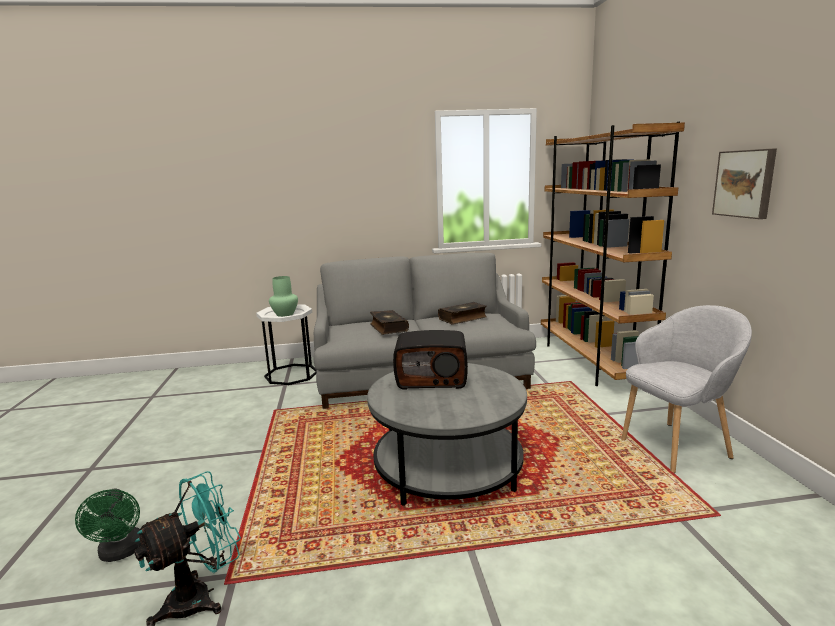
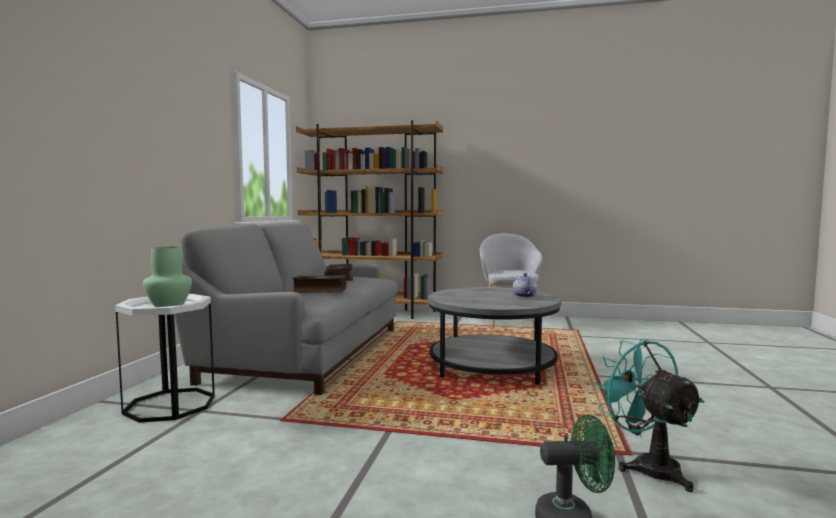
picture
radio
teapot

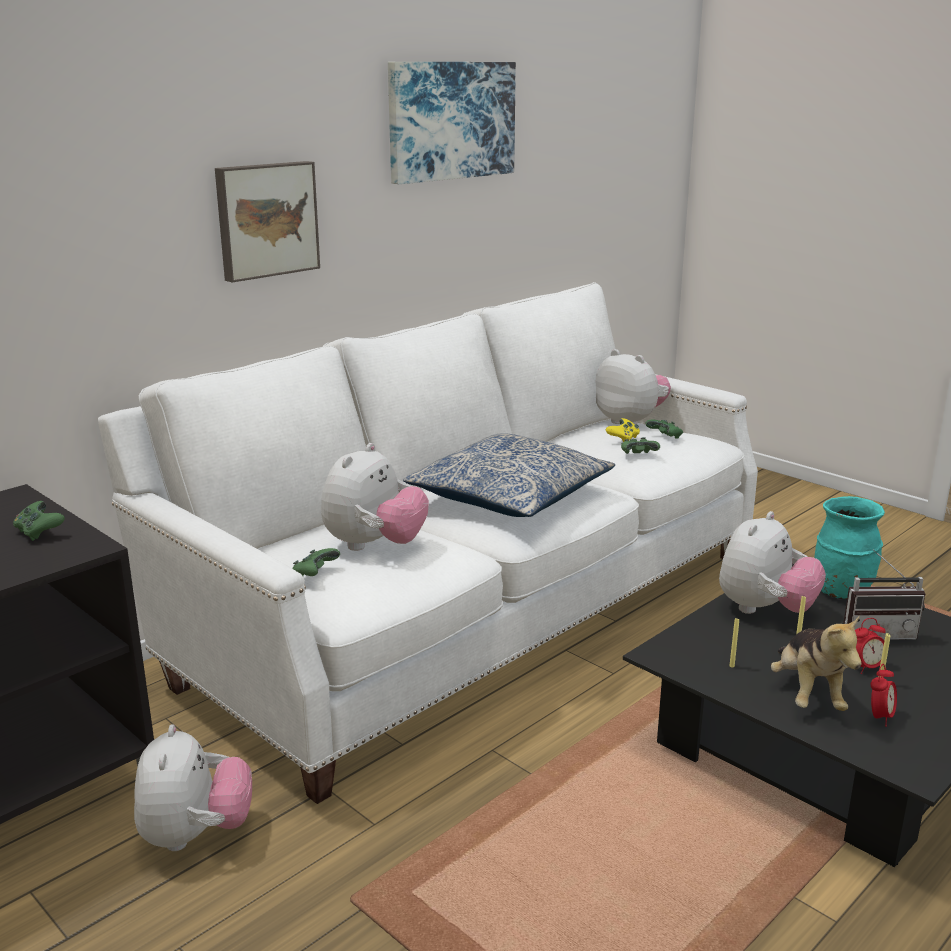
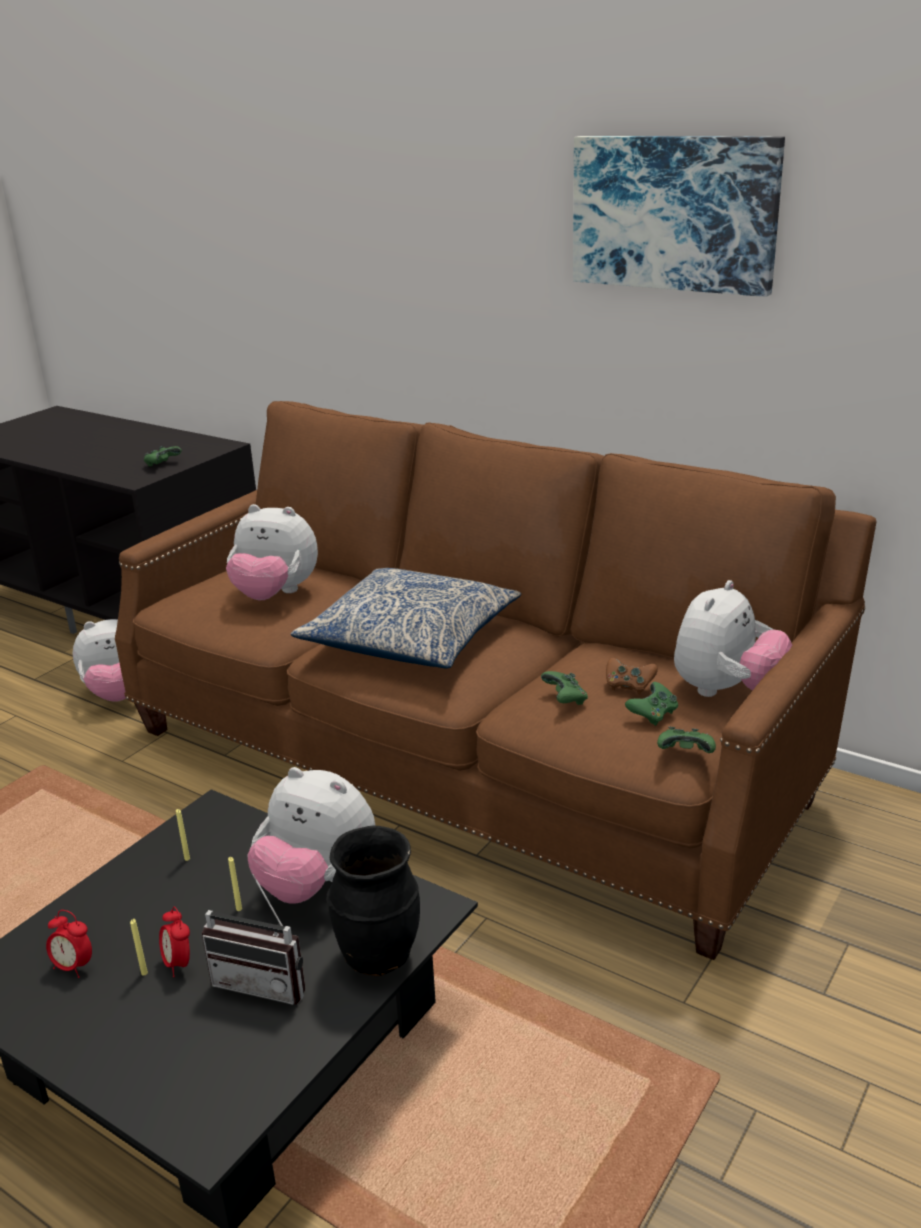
picture (no. 1 from left in the first image)
brown sofa
brown game controller
black vase
green game controller (no. 4 from left)
radio
plush toy (no. 5 from left in the first image)

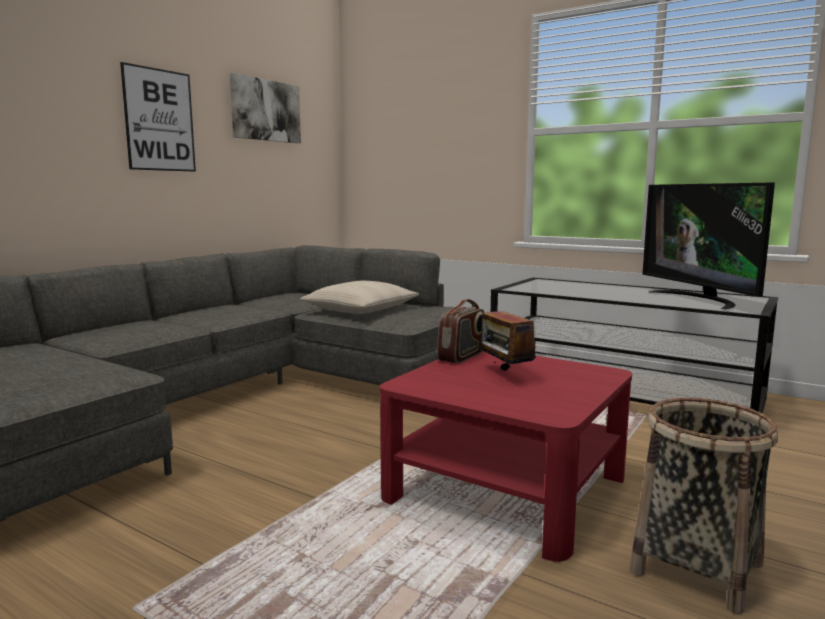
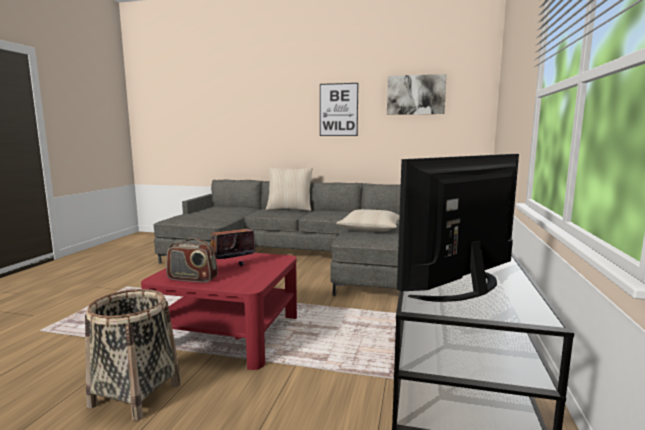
radio (no. 1 from left)
beige pillow (no. 1 from left)

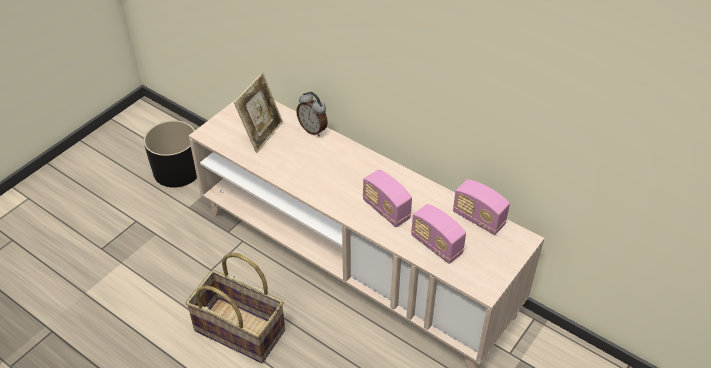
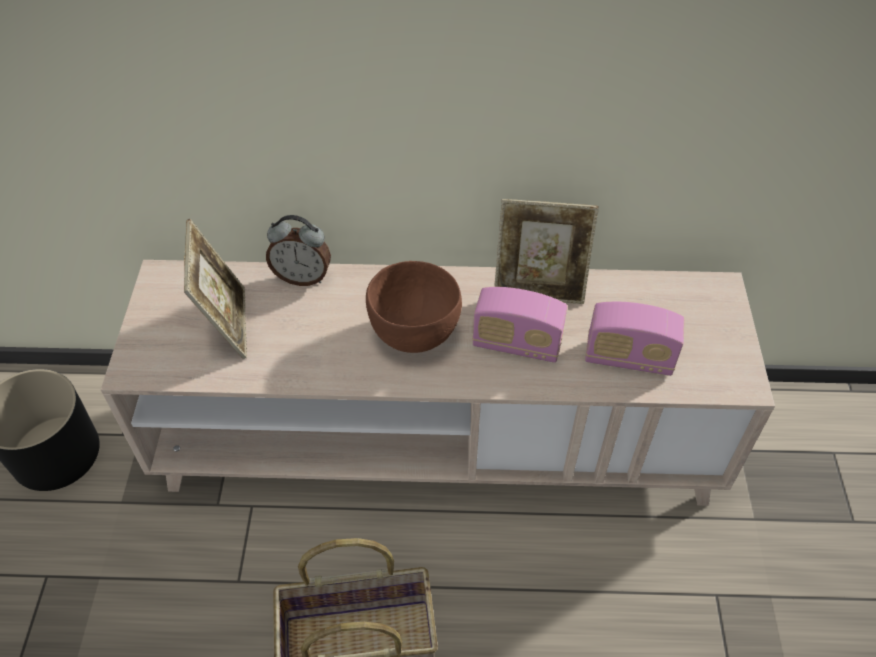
radio (no. 3 from left in the first image)
picture frame (no. 2 from left)
brown bowl

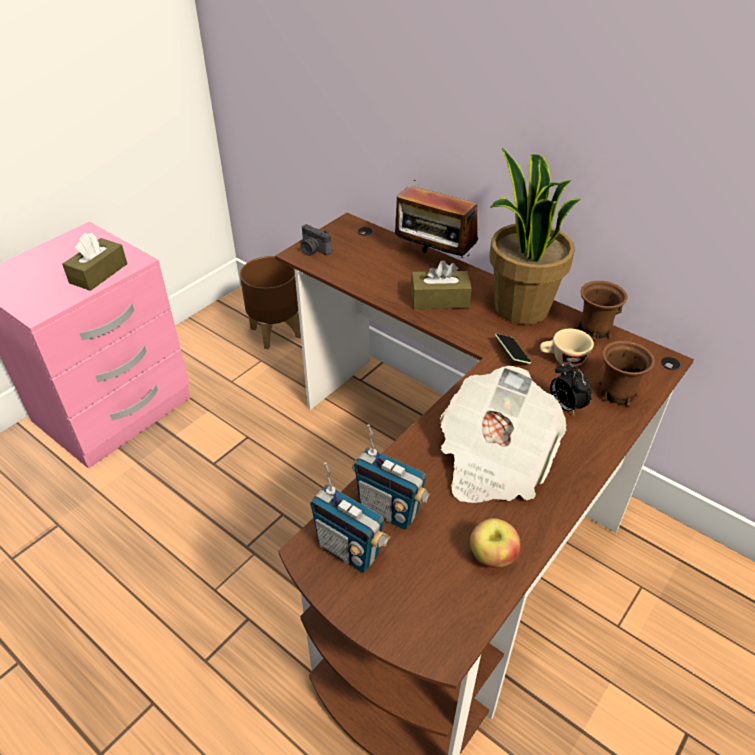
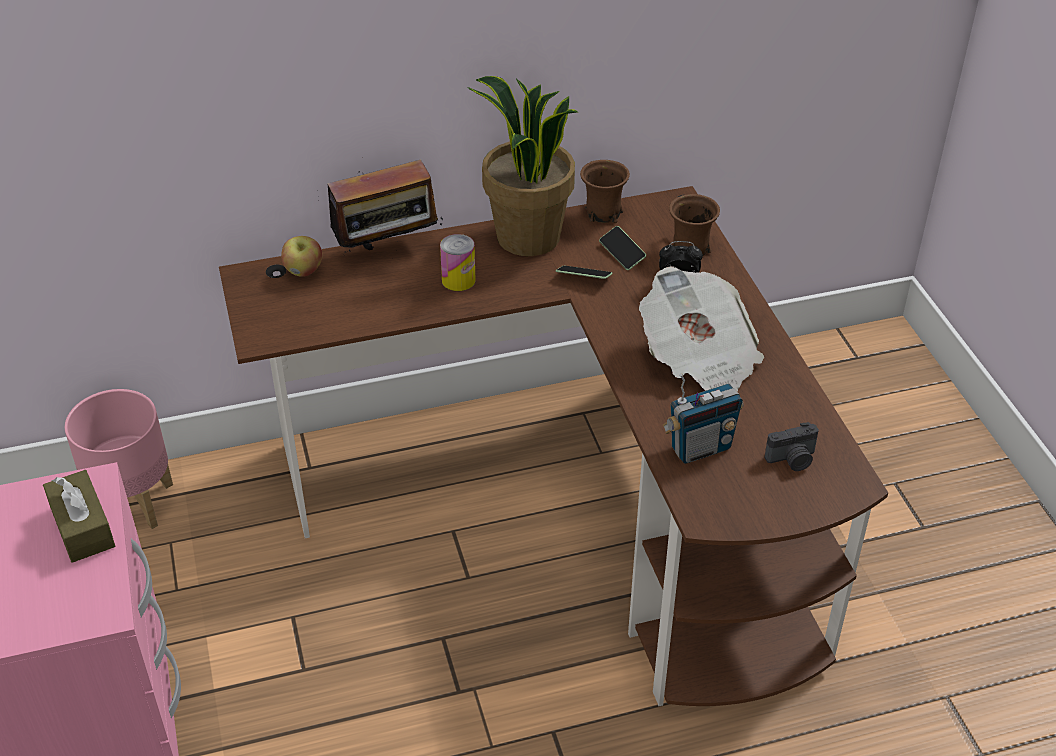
photo camera
pink planter
can
phone (no. 2 from left)
radio (no. 1 from left in the first image)
apple

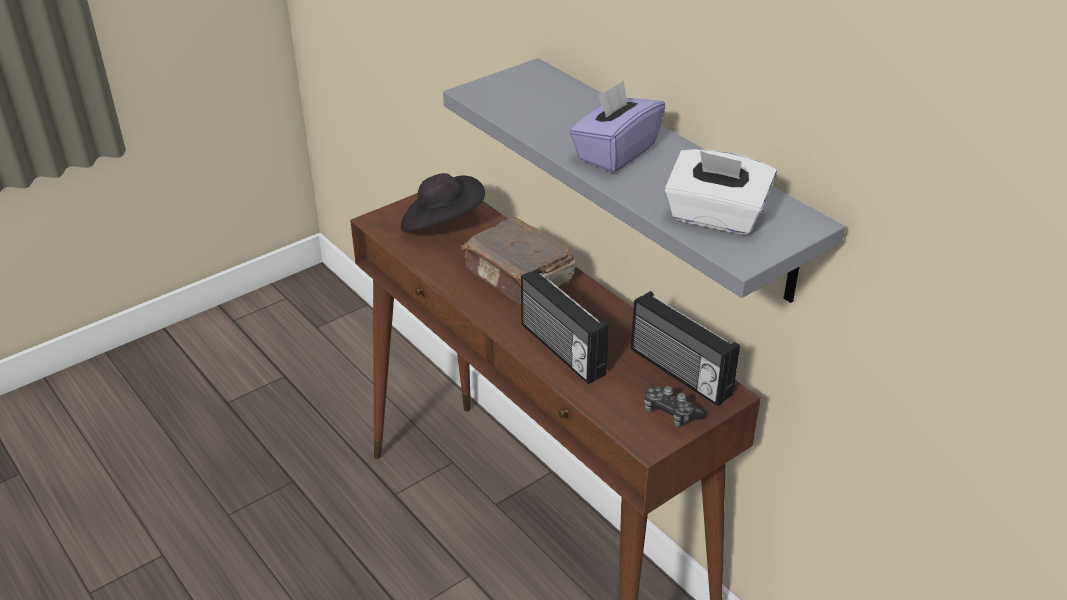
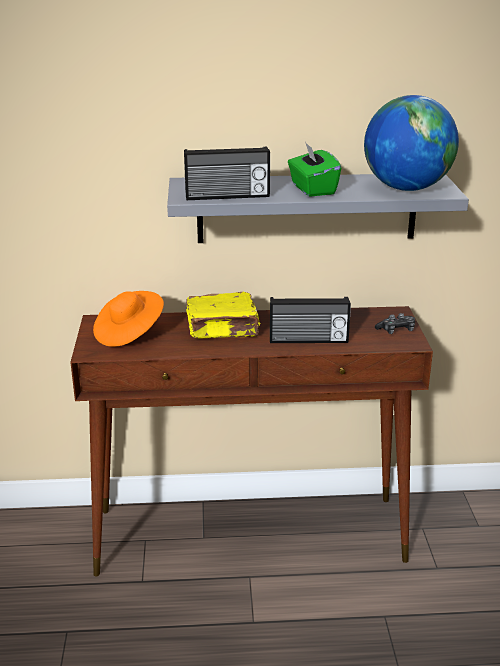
green tissue box
globe
orange hat
yellow book
radio (no. 1 from left)

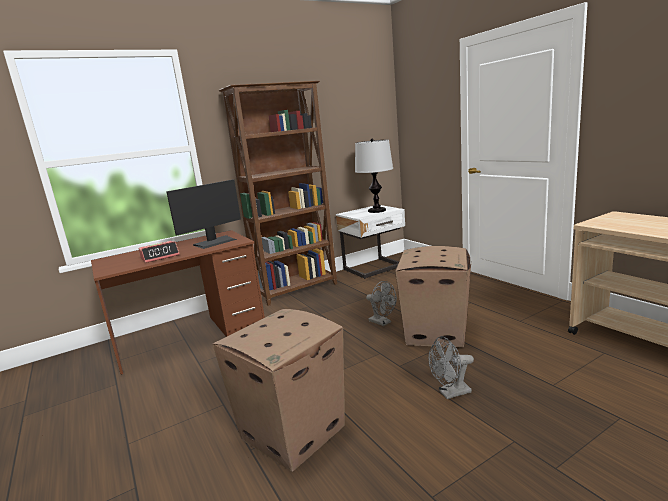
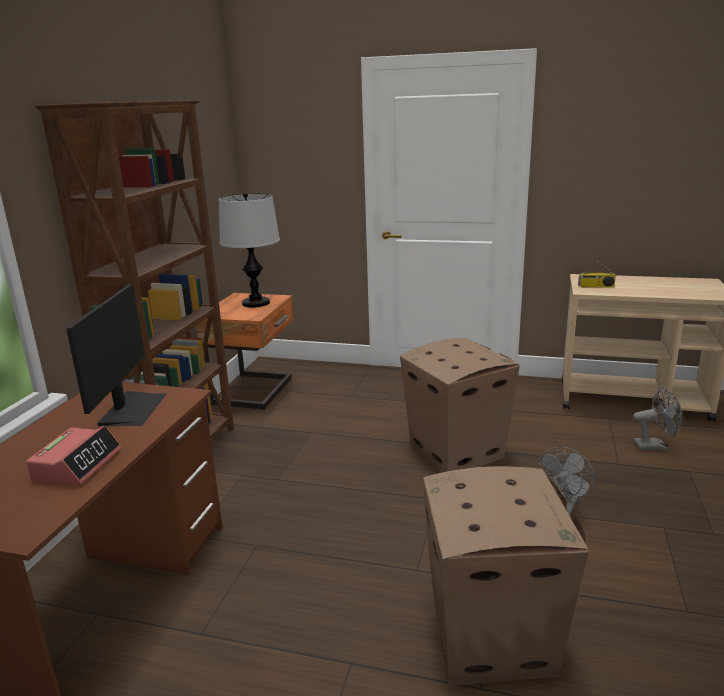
orange nightstand
grey fan (no. 2 from left)
radio

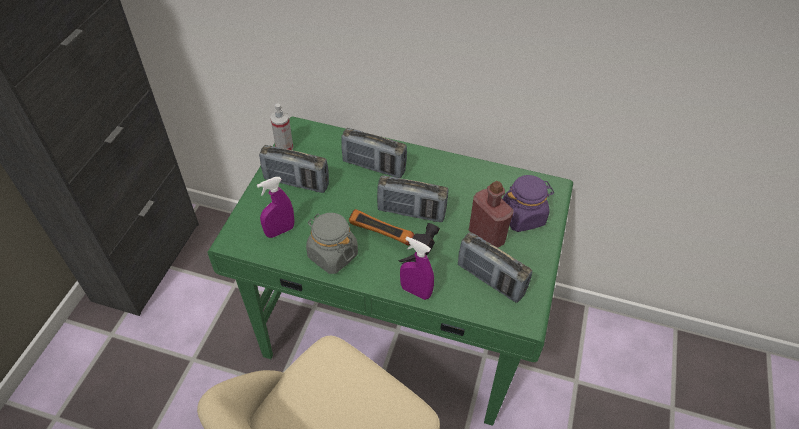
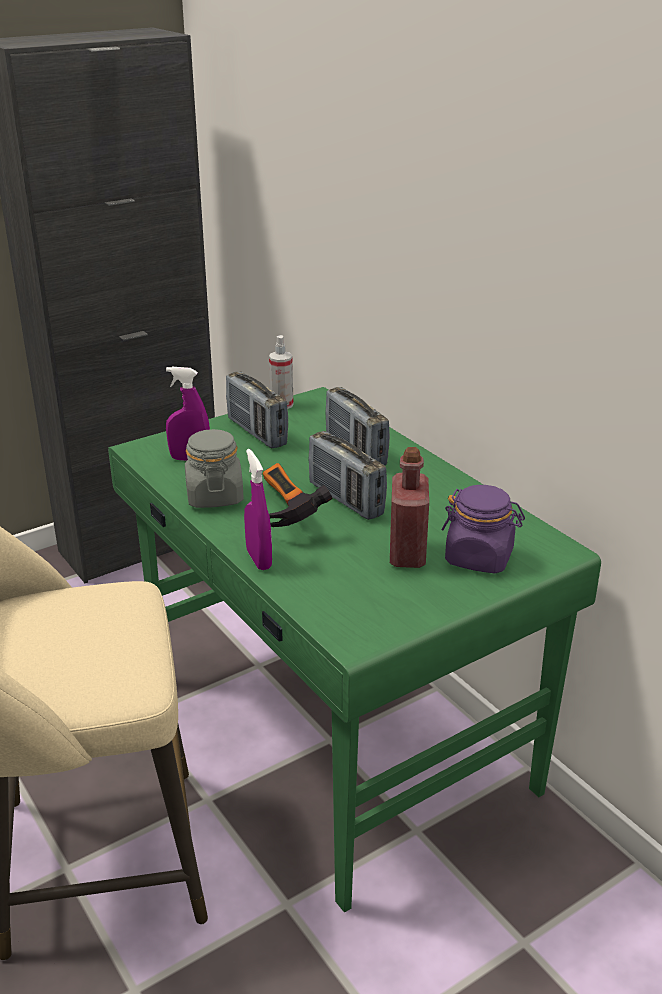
radio (no. 4 from left in the first image)

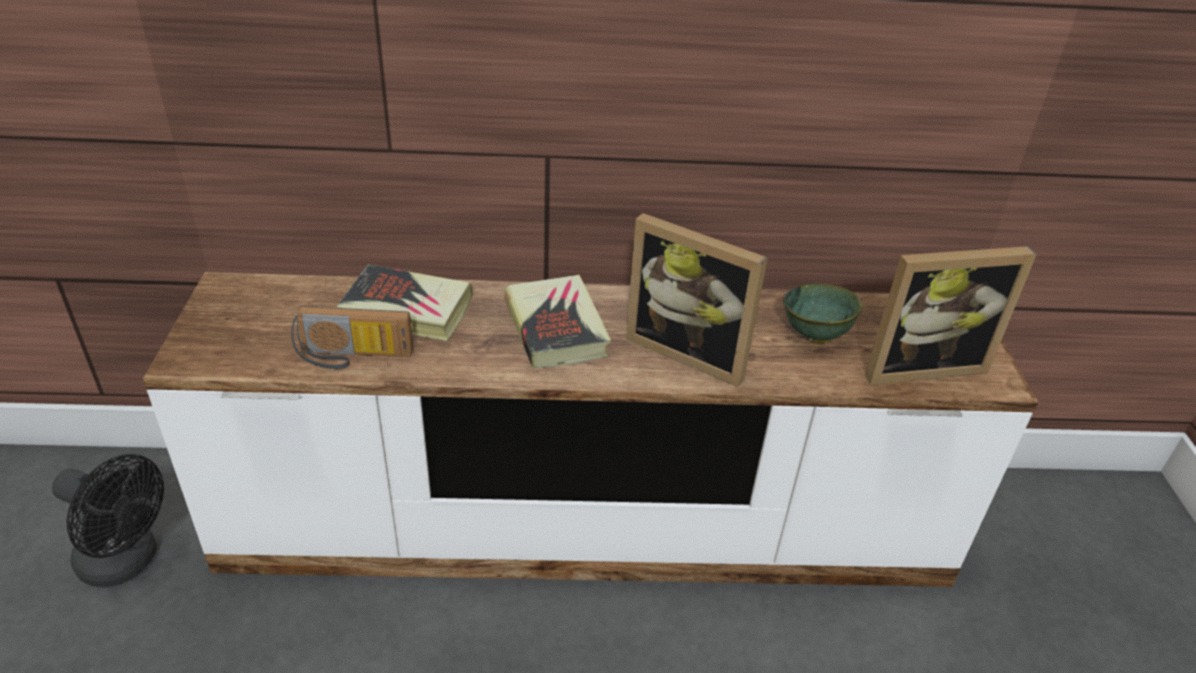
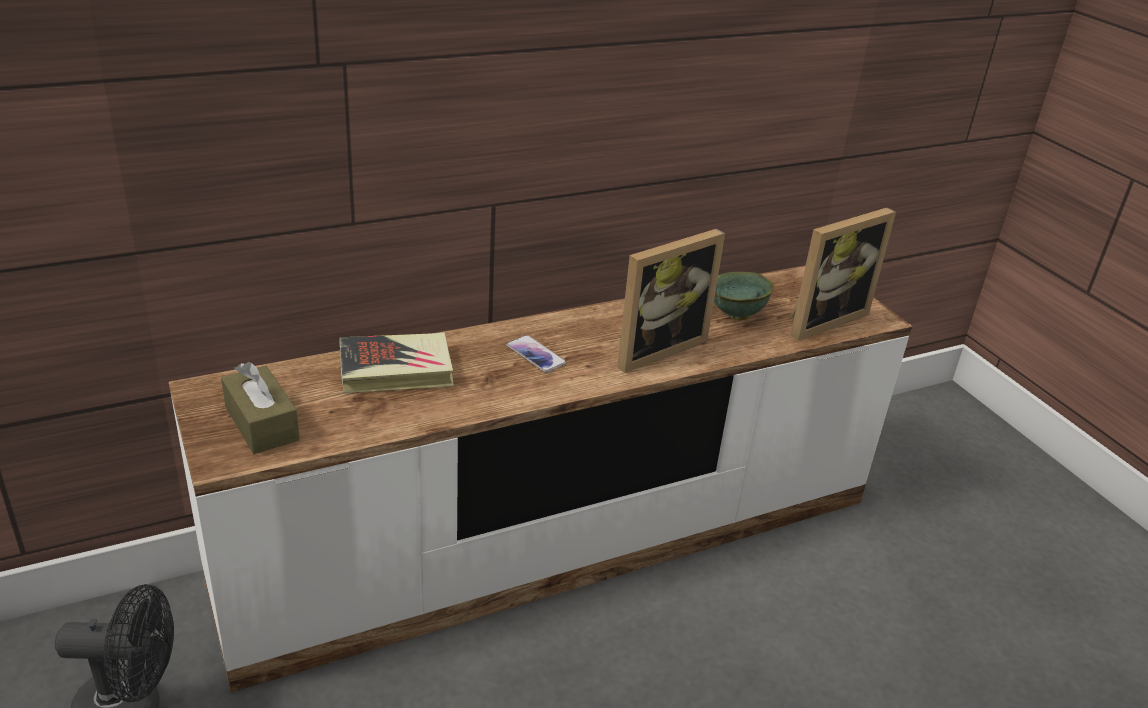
picture frame (no. 1 from left)
phone
radio
brown tissue box

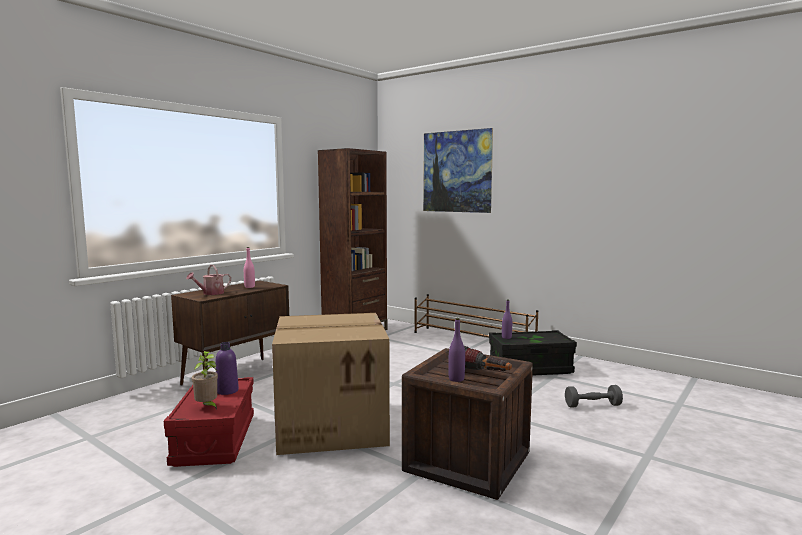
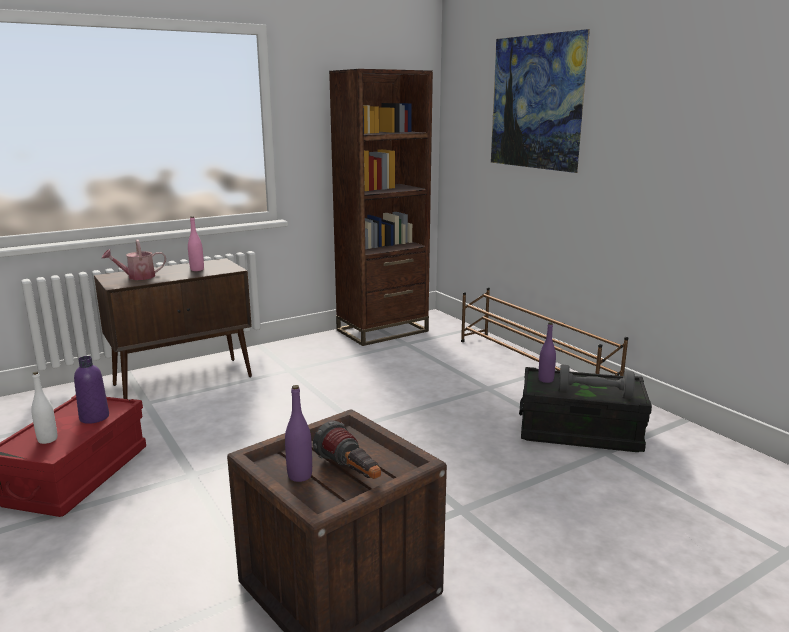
cardboard box
white bottle
grey dumbbell

